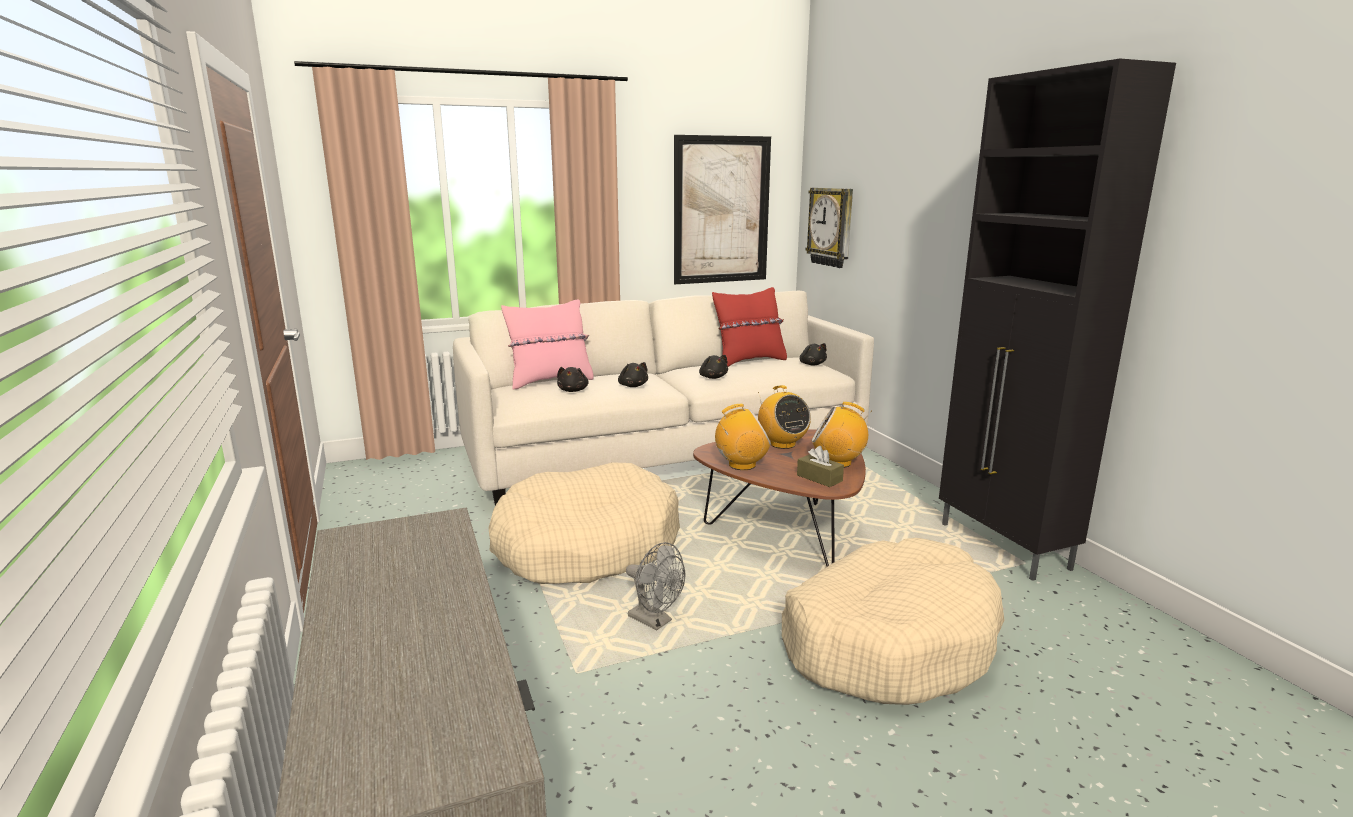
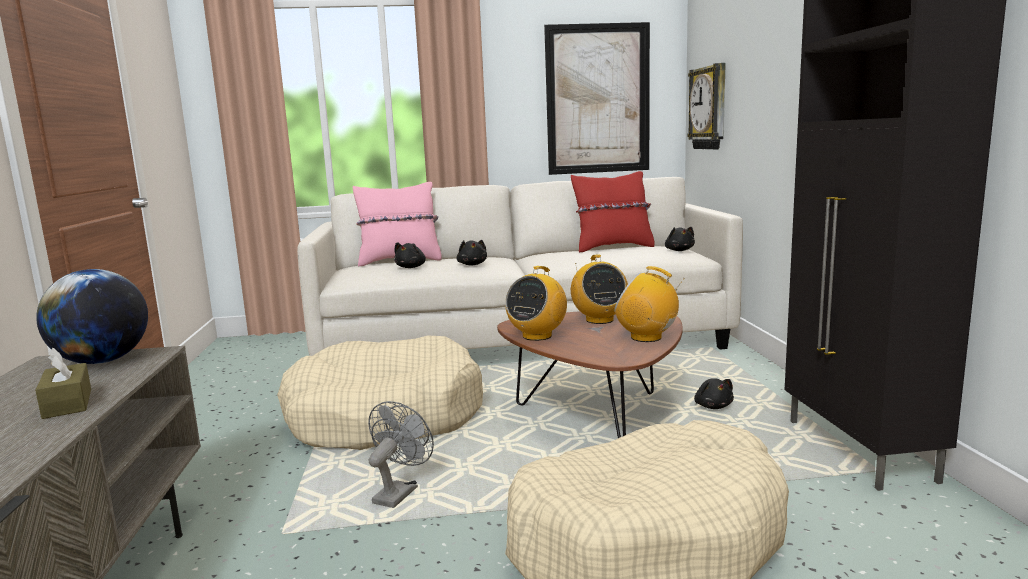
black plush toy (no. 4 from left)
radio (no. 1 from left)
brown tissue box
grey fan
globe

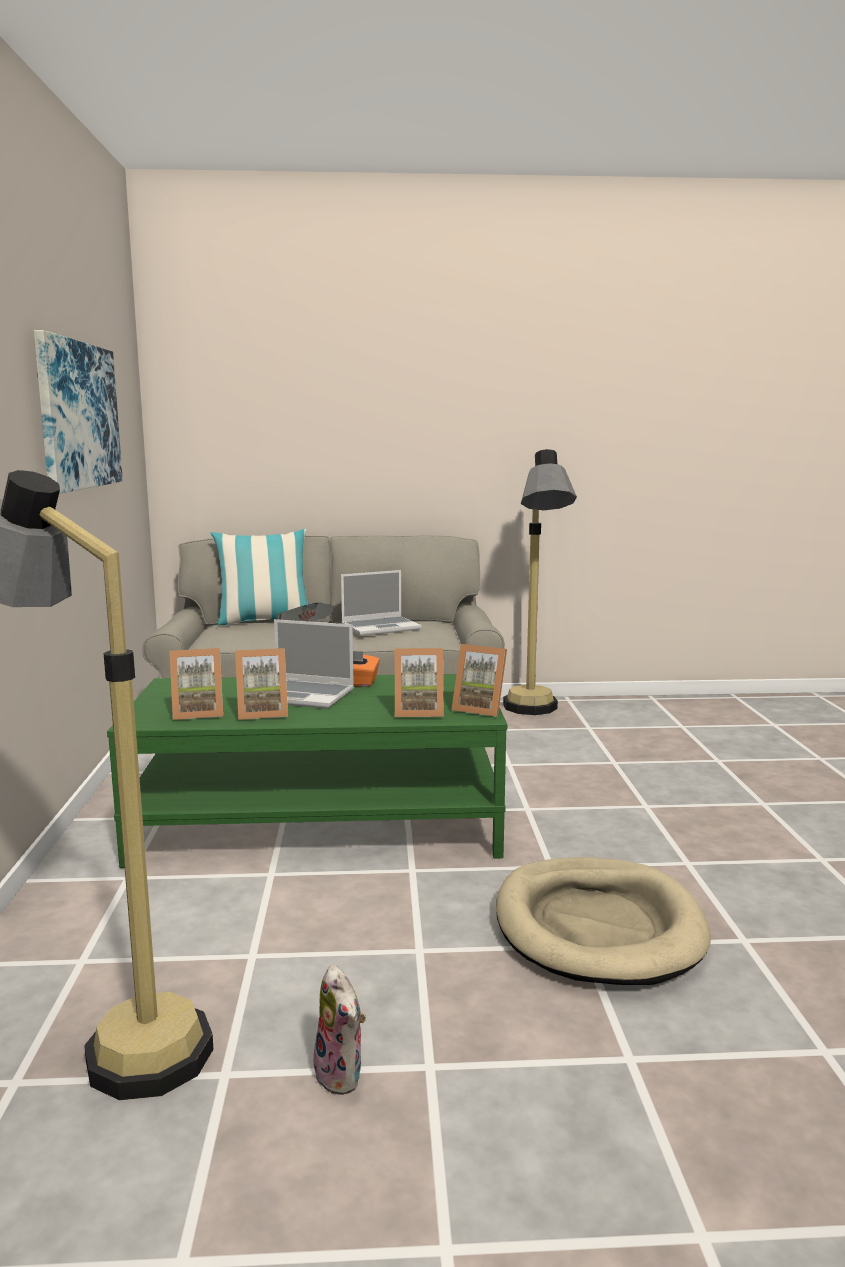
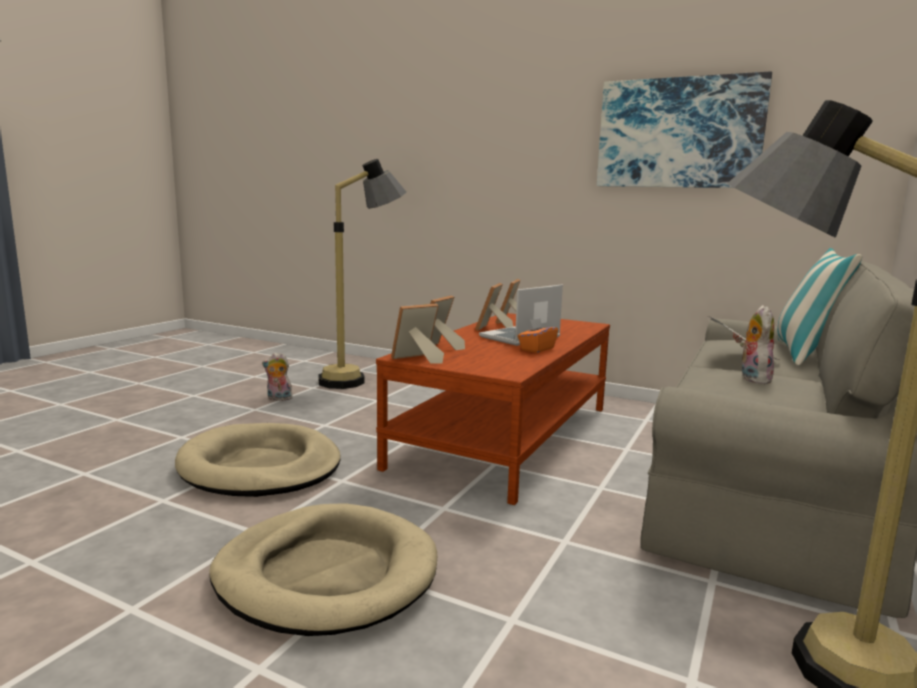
plush toy (no. 2 from left)
brown coffee table
beige dog bed (no. 2 from left)

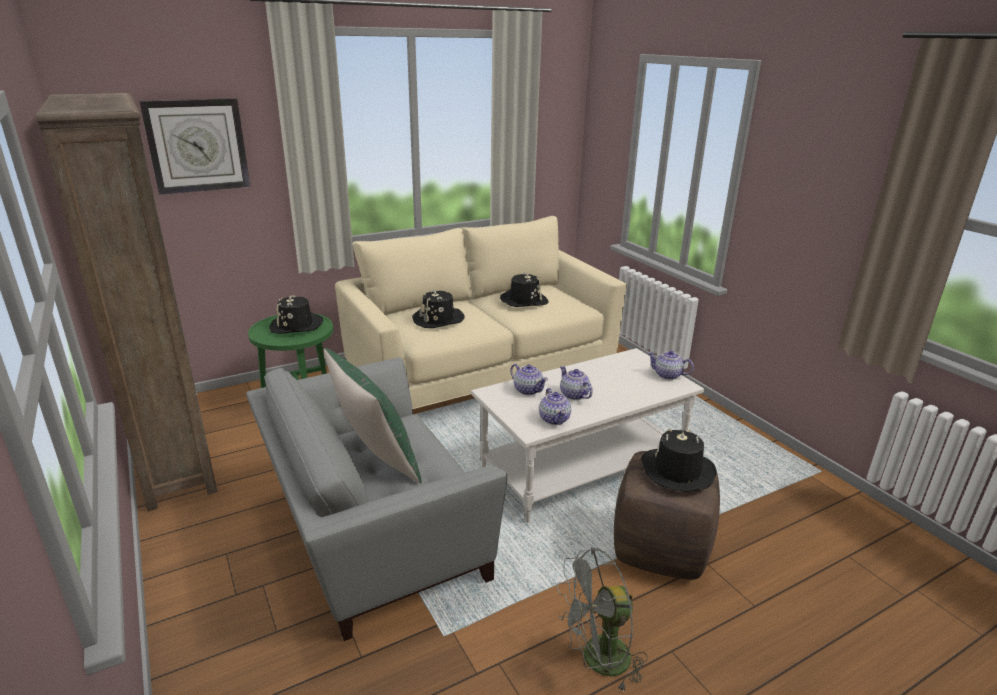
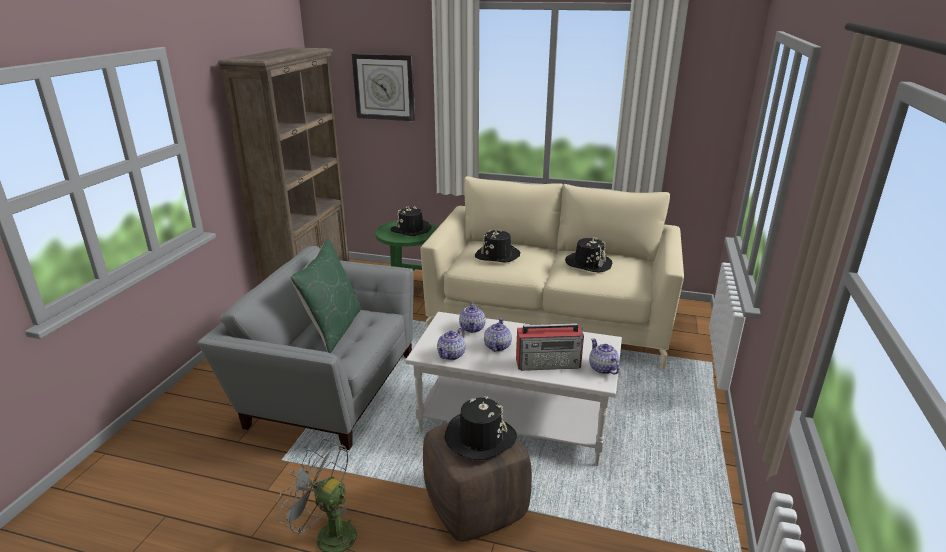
radio

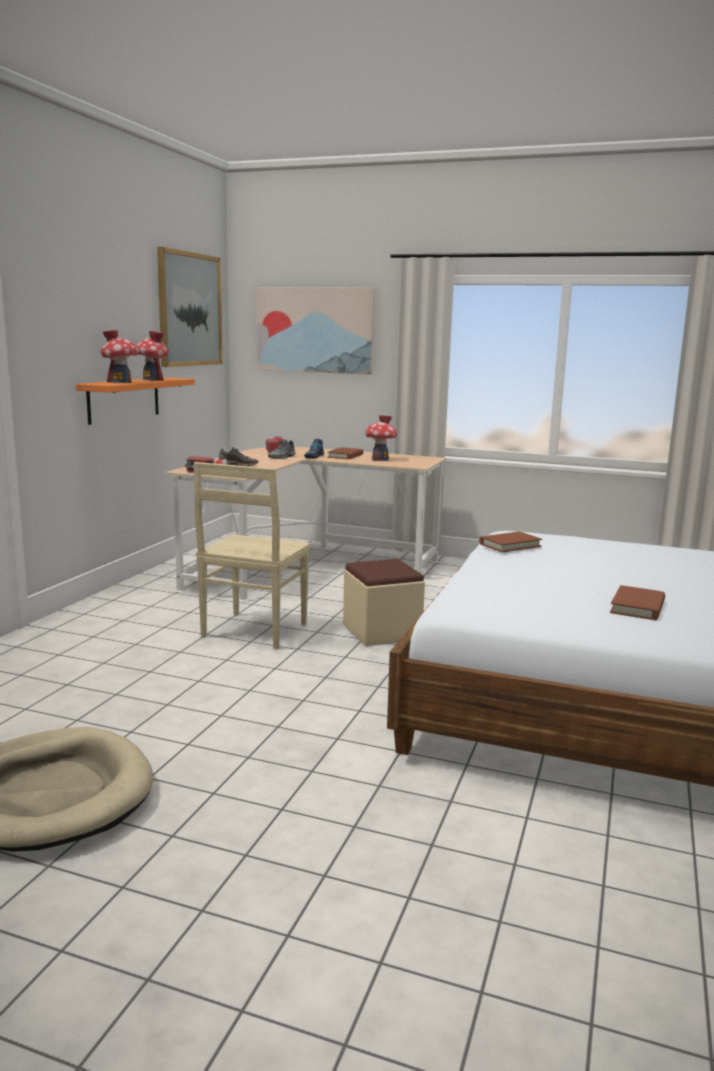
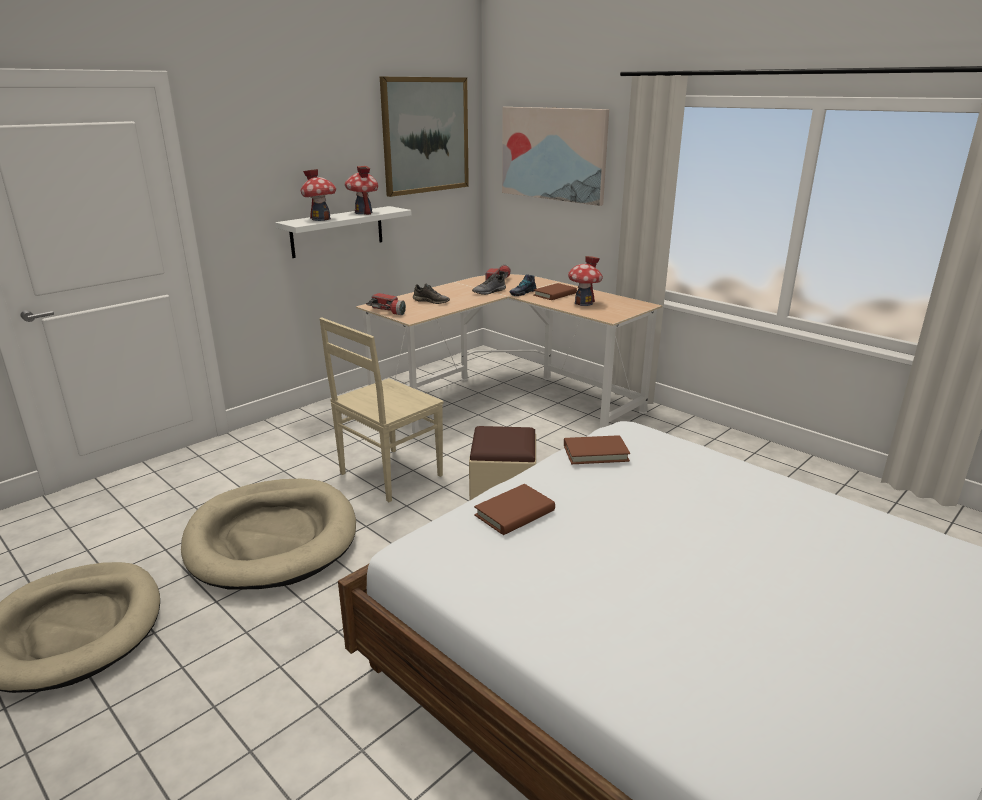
white shelf
brown book (no. 1 from left)
beige dog bed (no. 2 from left)

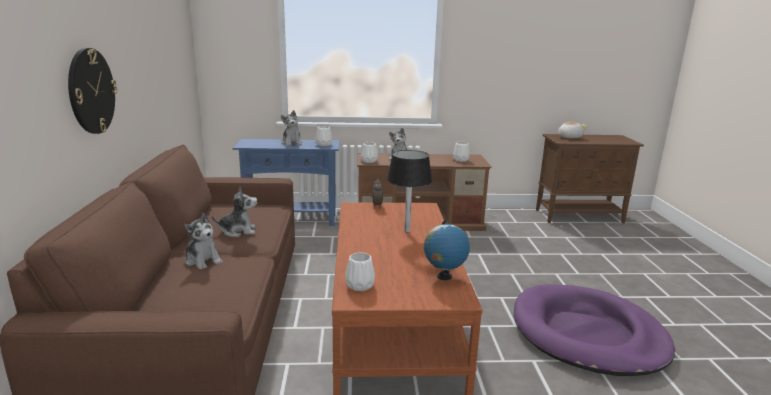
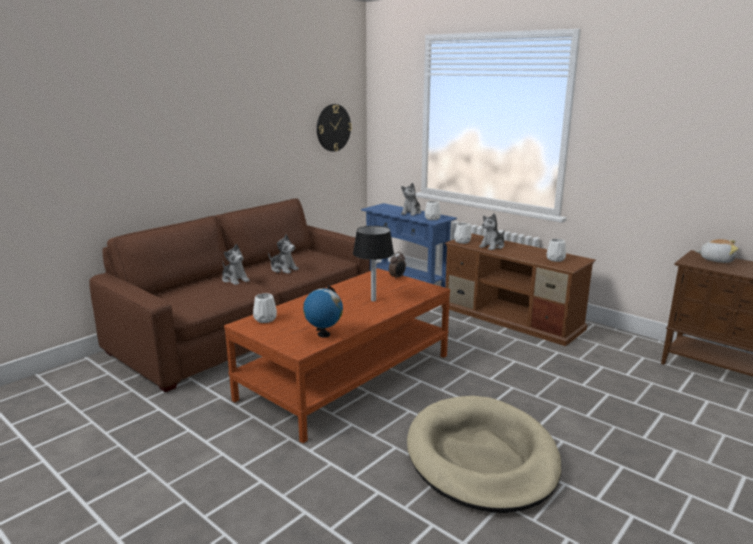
wall clock
plush toy (no. 1 from left)
beige dog bed

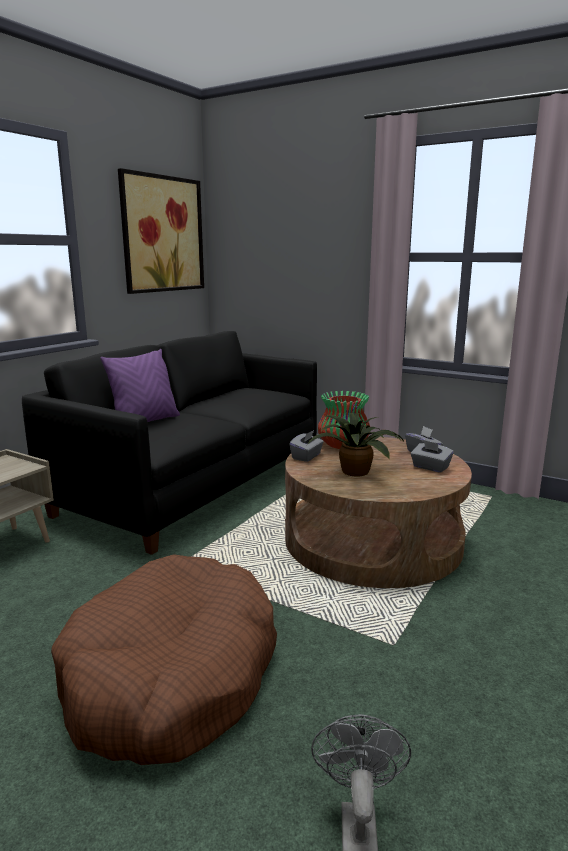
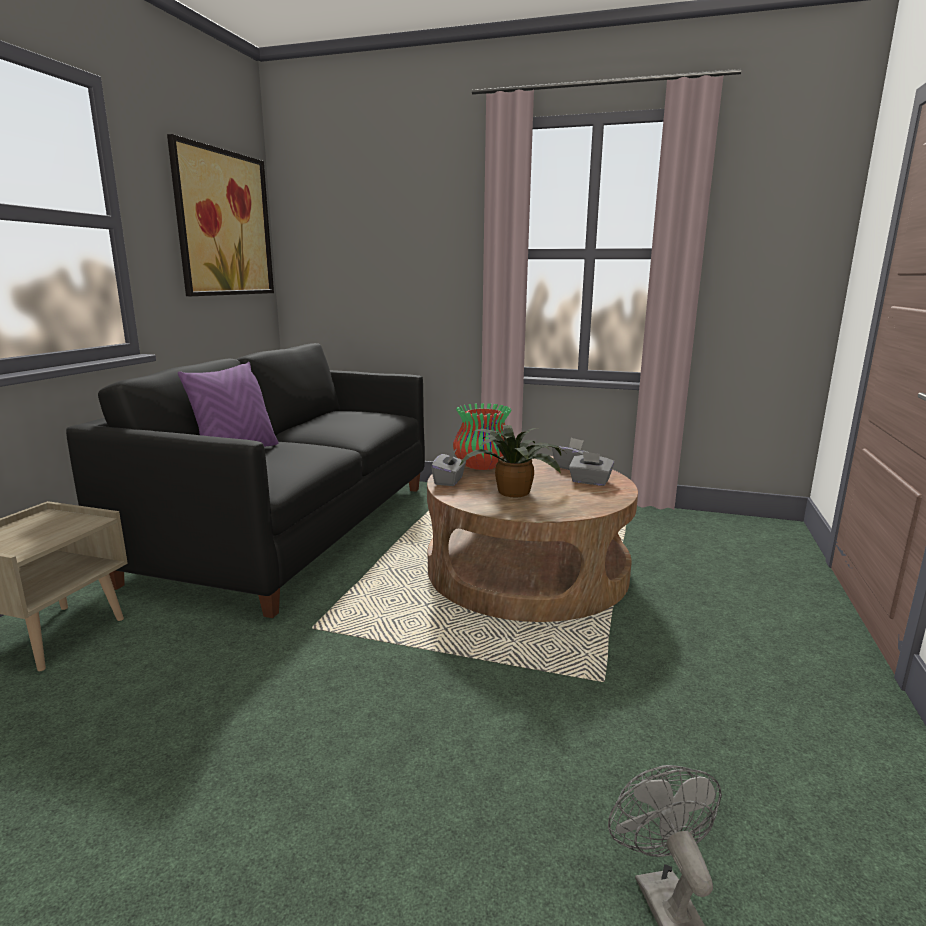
brown dog bed

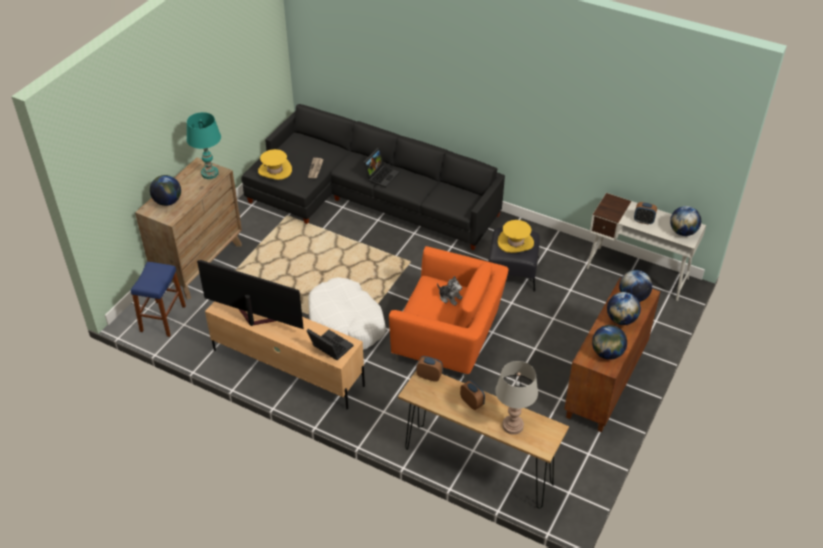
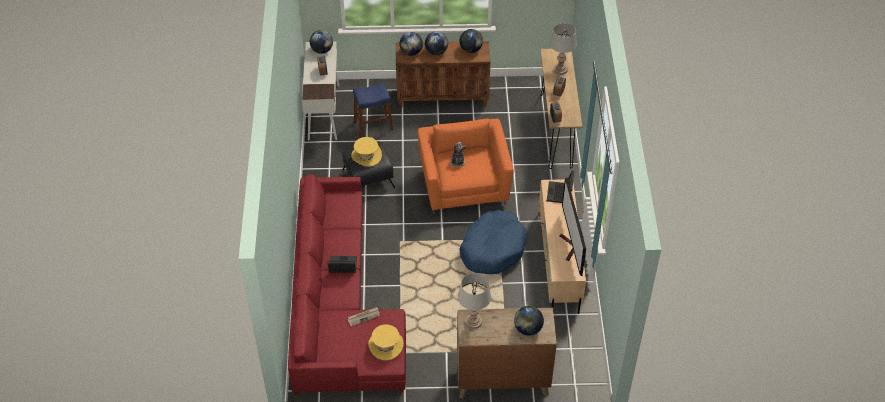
red sofa
grey table lamp (no. 1 from left)
blue stool
blue dog bed

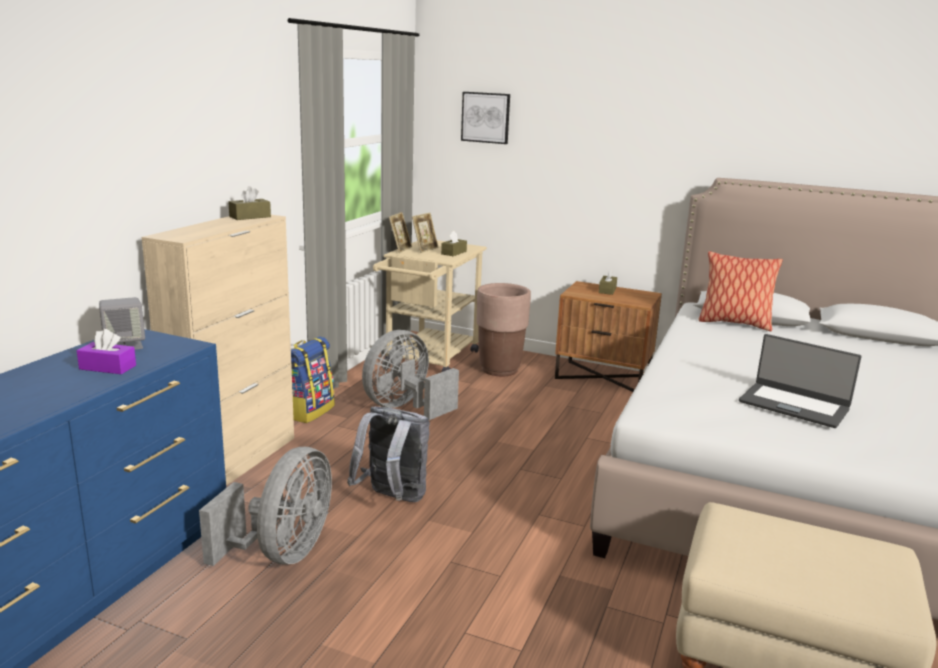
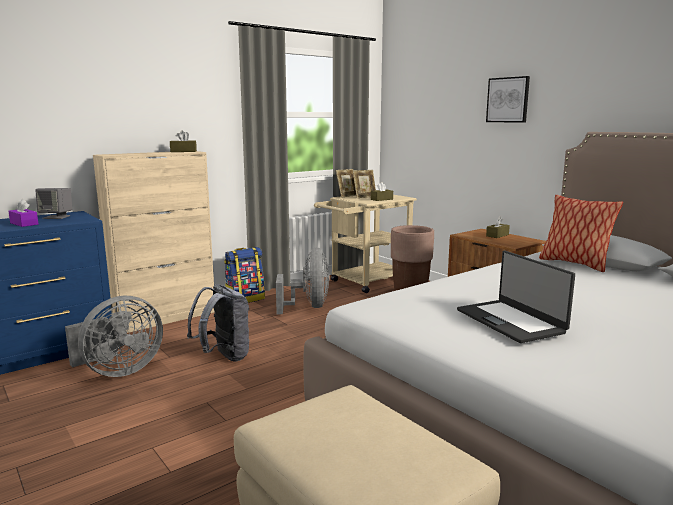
picture
grey fan (no. 2 from left)

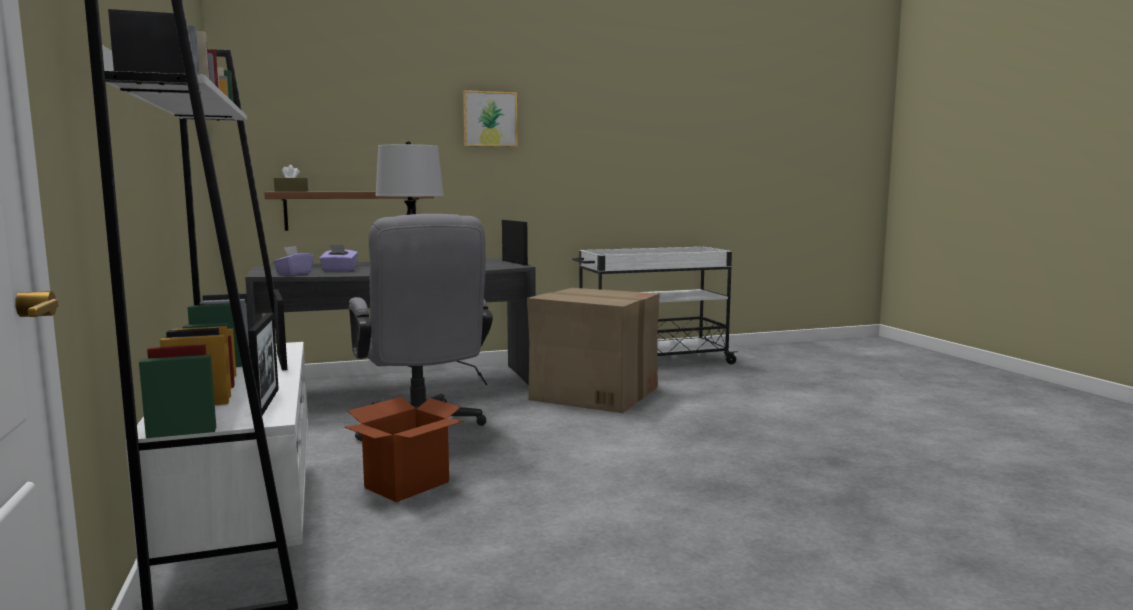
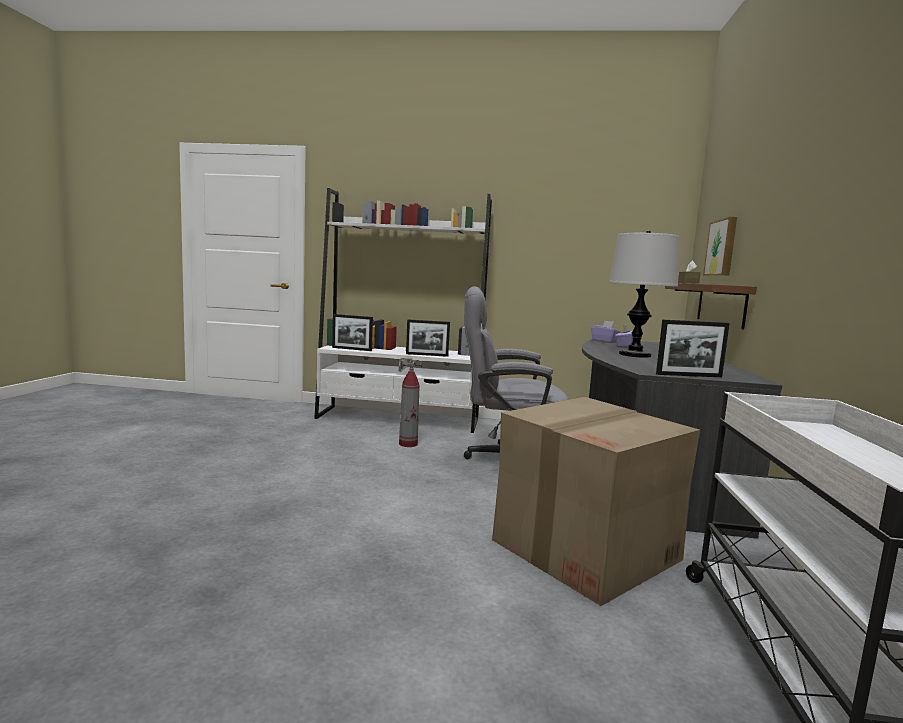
picture
fire extinguisher

